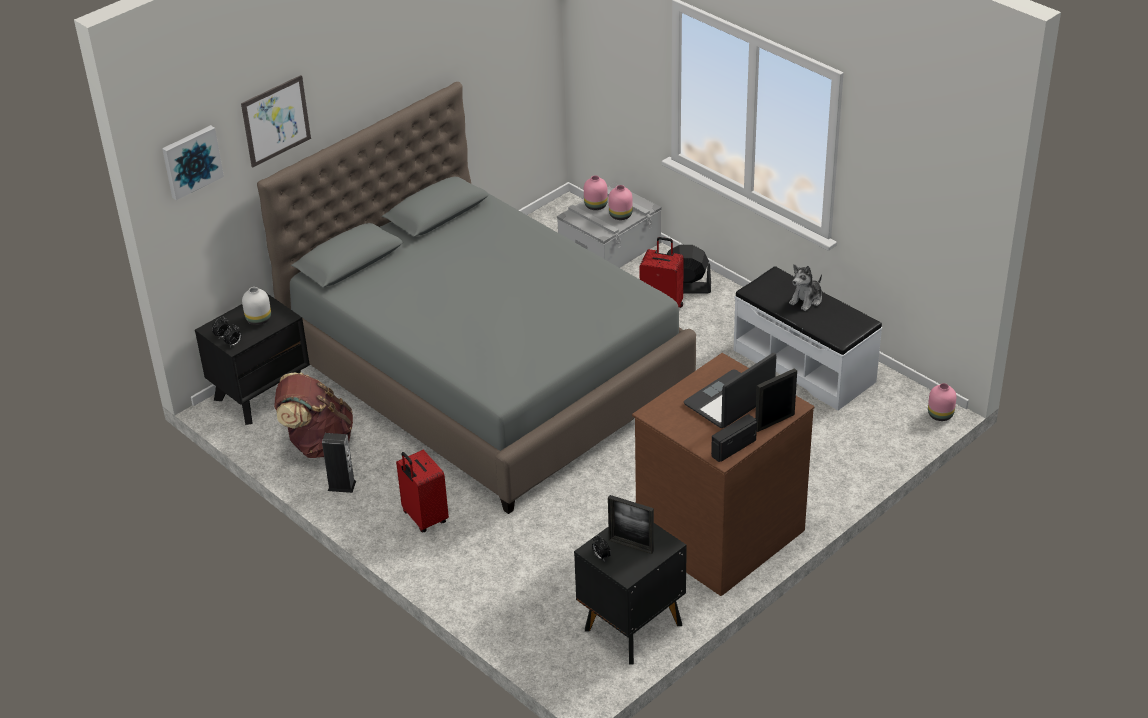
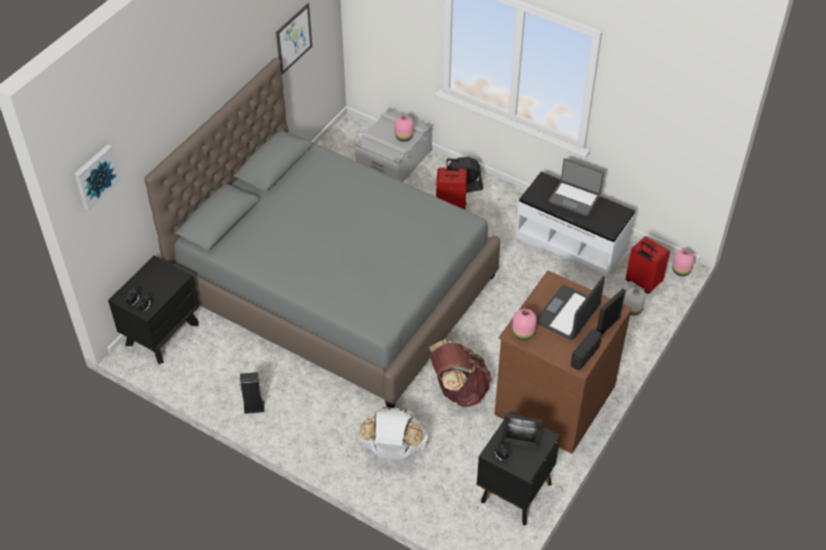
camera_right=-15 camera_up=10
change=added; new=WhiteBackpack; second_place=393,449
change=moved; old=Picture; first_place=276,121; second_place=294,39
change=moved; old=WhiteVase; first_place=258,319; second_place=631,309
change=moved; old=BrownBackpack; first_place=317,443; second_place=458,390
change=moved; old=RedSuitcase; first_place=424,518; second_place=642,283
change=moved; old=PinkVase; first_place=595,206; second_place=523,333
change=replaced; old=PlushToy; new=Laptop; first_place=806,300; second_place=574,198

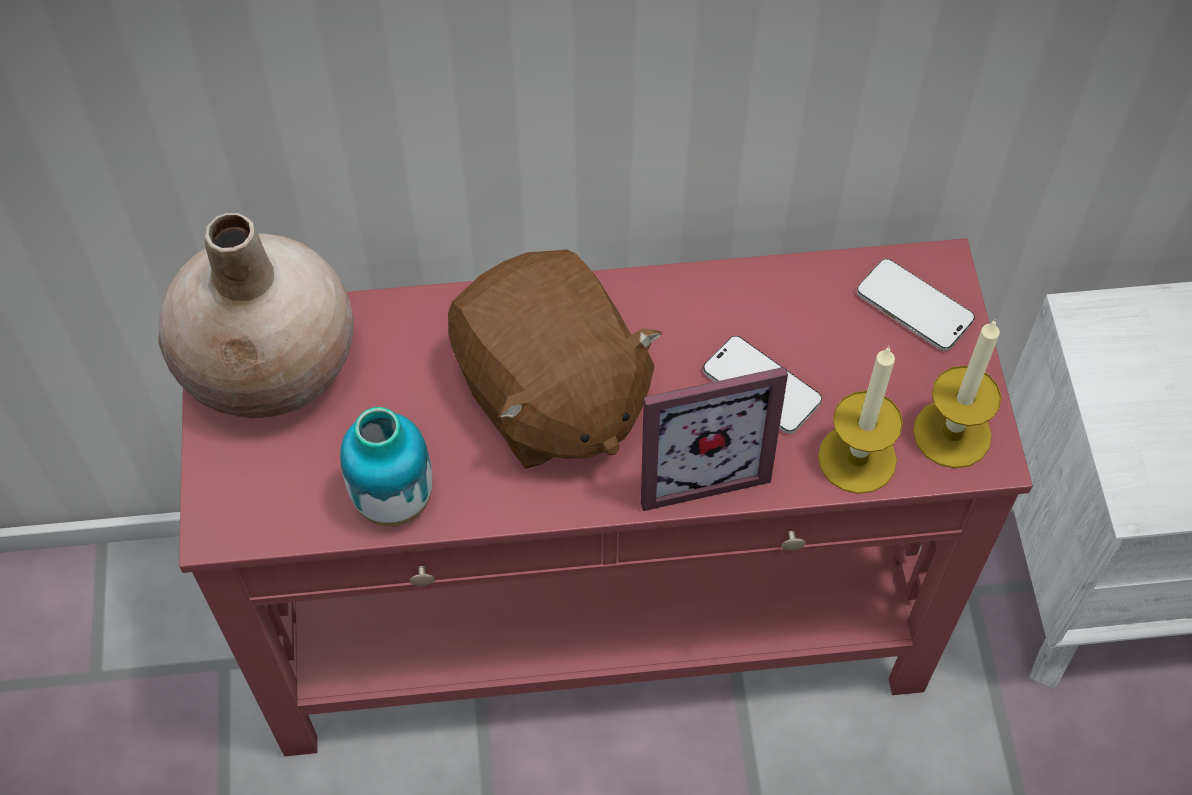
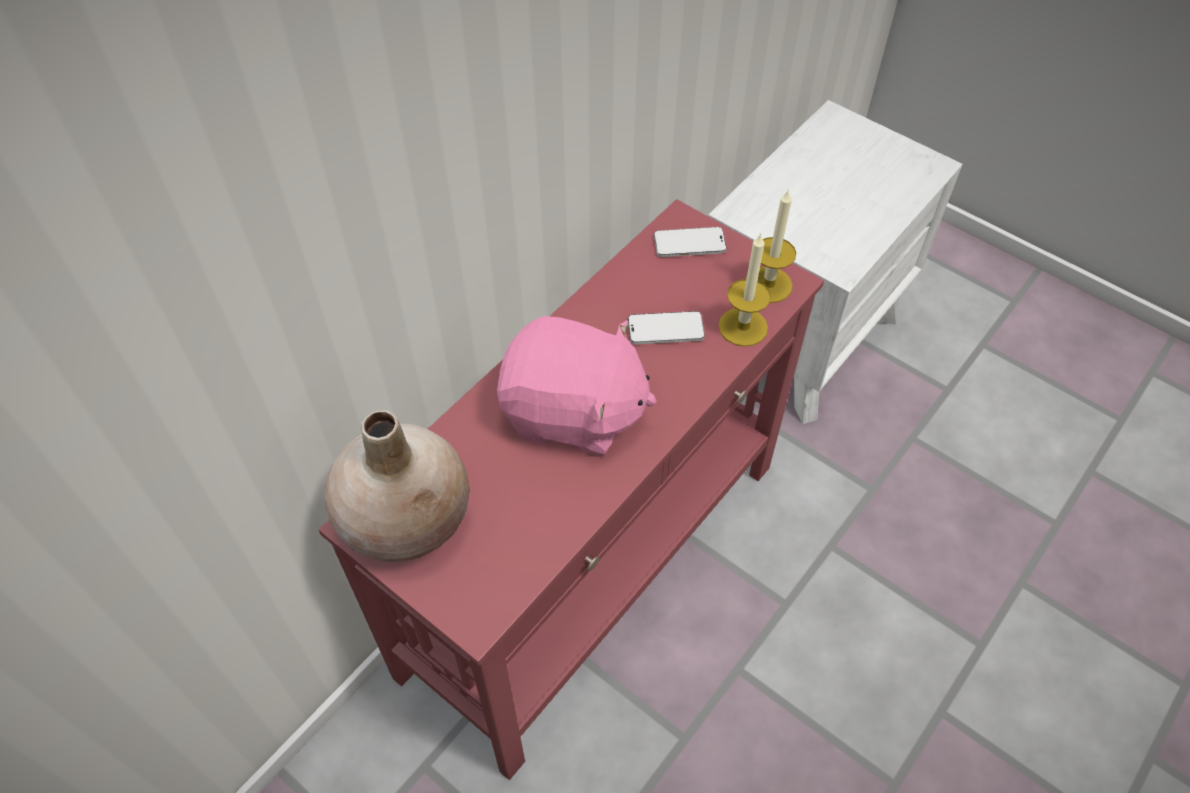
camera_right=-45 camera_up=-5
change=removed; old=Vase; first_place=394,500
change=removed; old=PictureFrame; first_place=696,463
change=recoloured; old=BrownPlushToy; new=PinkPlushToy; first_place=550,396; second_place=573,413

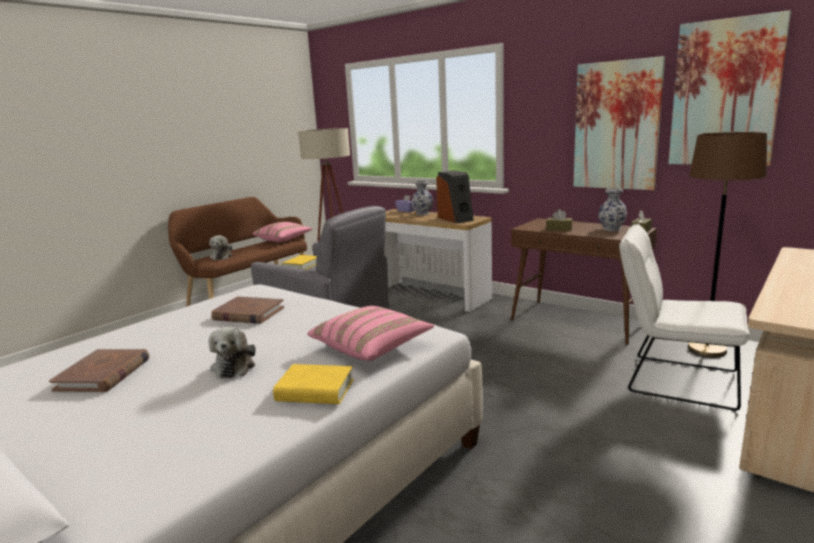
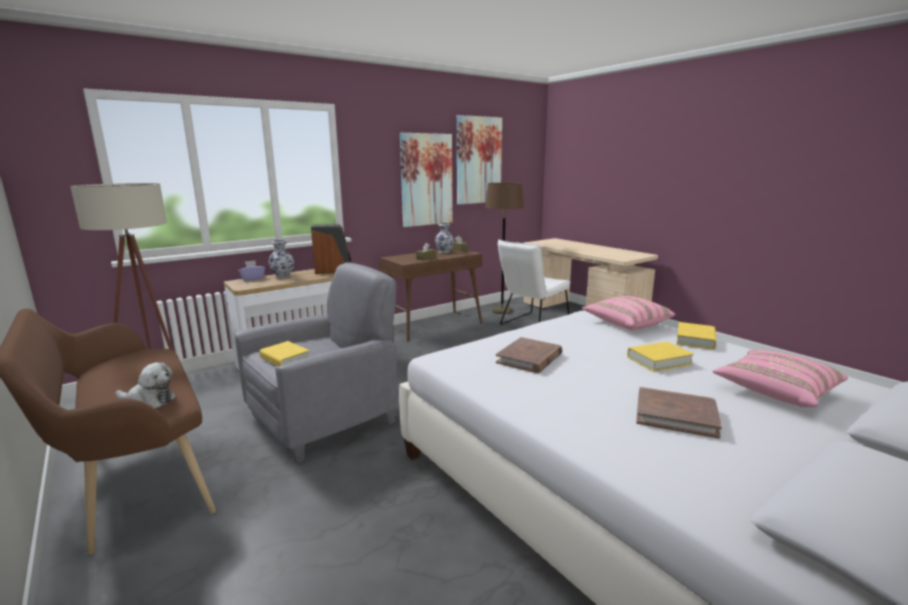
camera_right=-75 camera_up=0
change=moved; old=PinkPillow; first_place=283,240; second_place=775,392
change=replaced; old=PlushToy; new=YellowBook; first_place=234,366; second_place=659,361

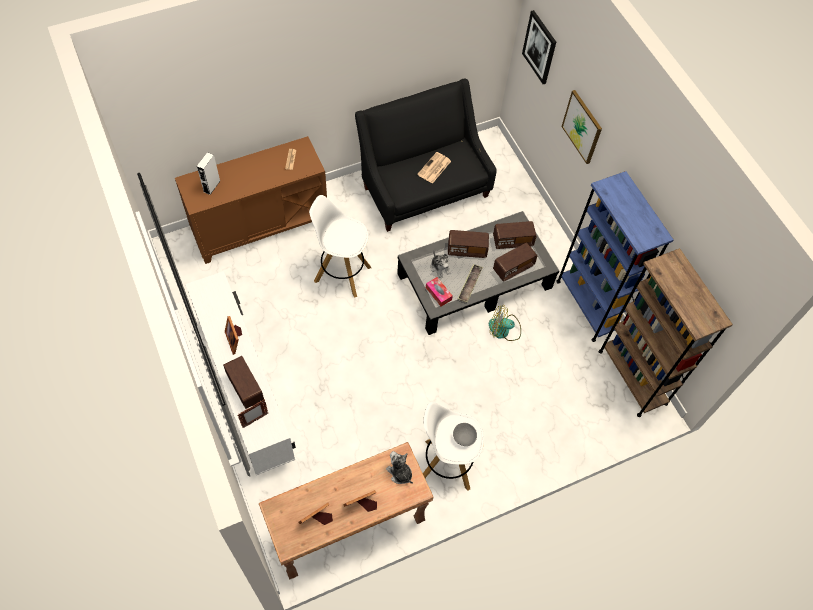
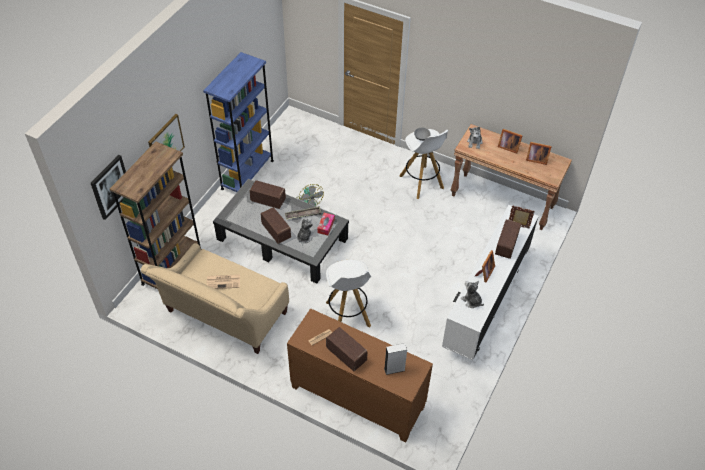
camera_right=-125 camera_up=-10
change=added; new=PlushToy; second_place=471,301
change=moved; old=Radio; first_place=512,241; second_place=346,355
change=moved; old=BrownBookcase; first_place=632,377; second_place=172,267
change=recoloured; old=BlackSofa; new=BeigeSofa; first_place=423,187; second_place=224,316

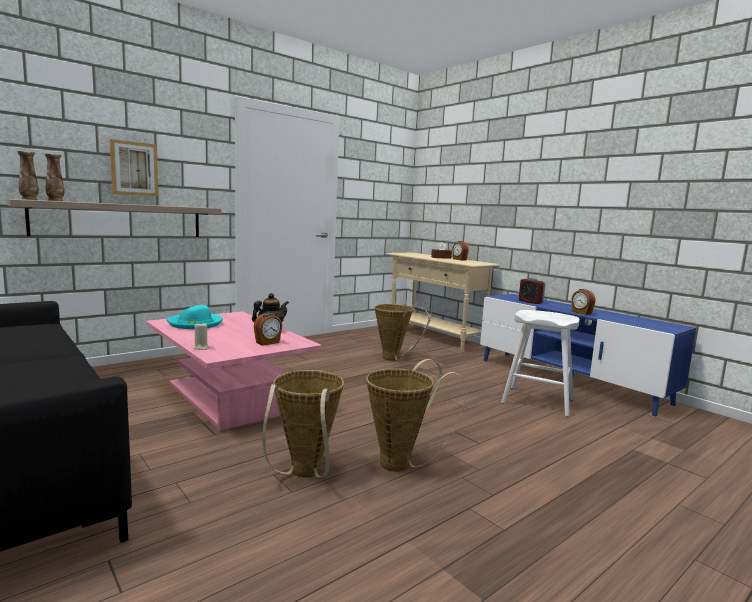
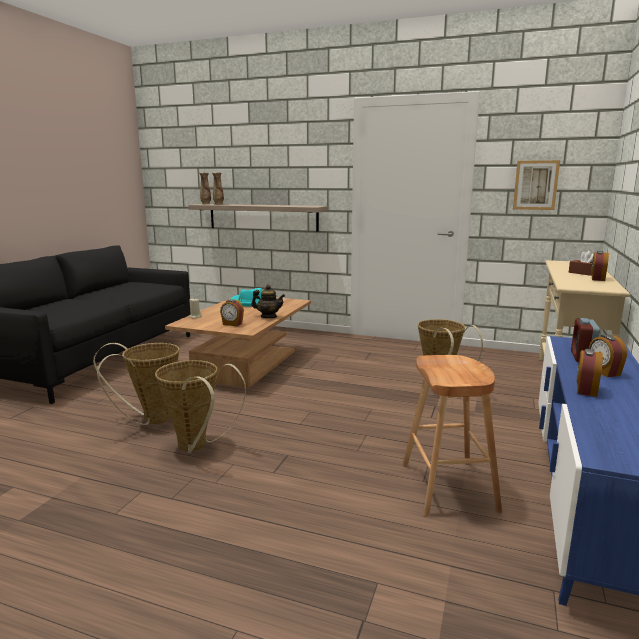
camera_right=60 camera_up=5
change=added; new=AlarmClock; second_place=603,372
change=moved; old=Picture; first_place=134,168; second_place=535,185
change=recoloured; old=PinkCoffeeTable; new=BrownCoffeeTable; first_place=229,397; second_place=246,364
change=recoloured; old=WhiteStool; new=BrownStool; first_place=537,401; second_place=448,486

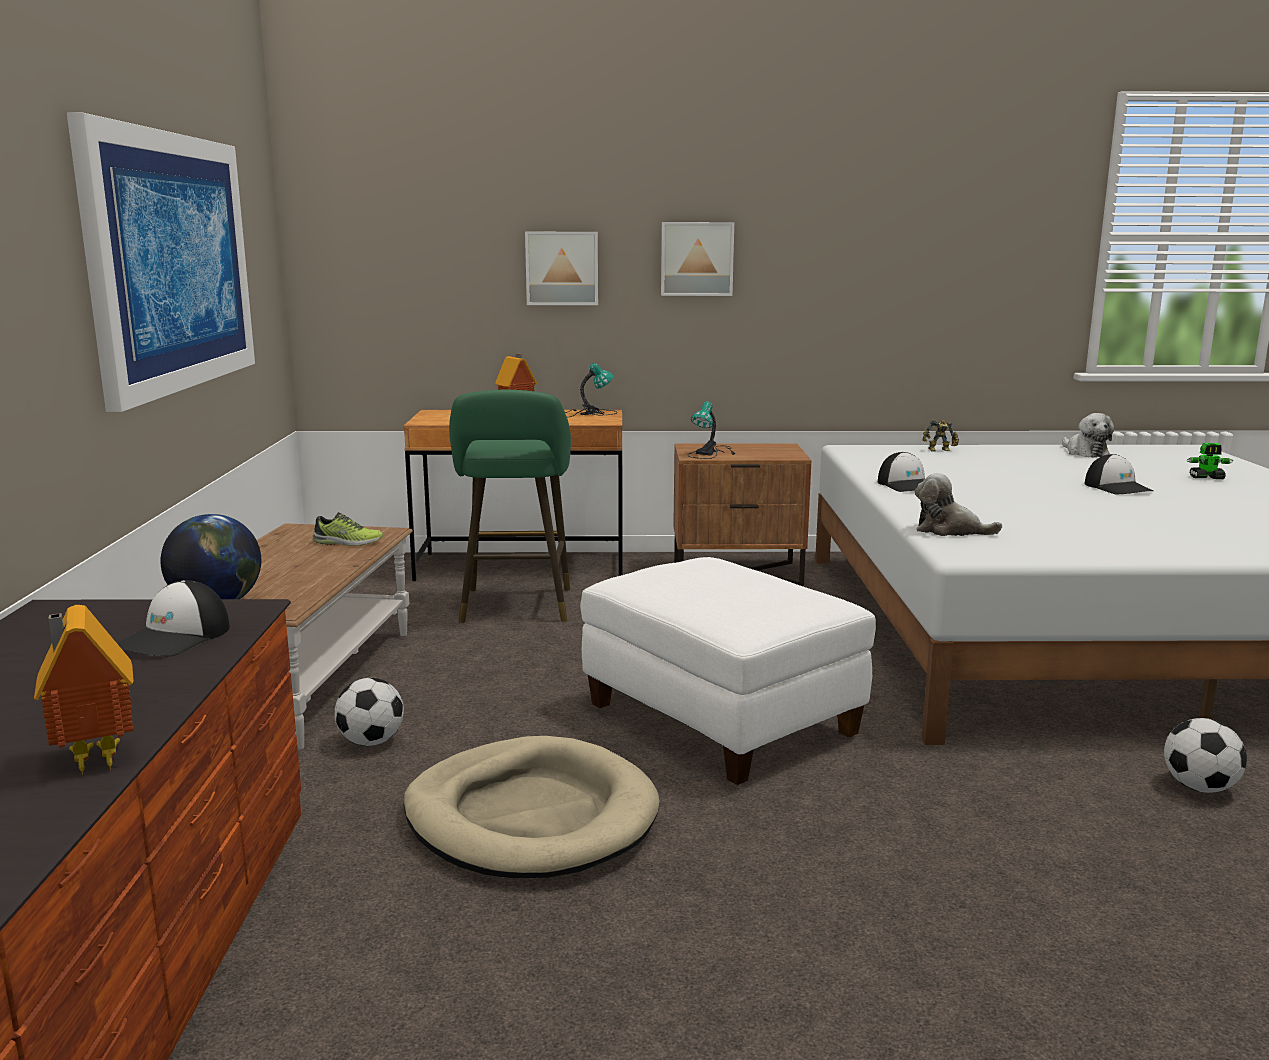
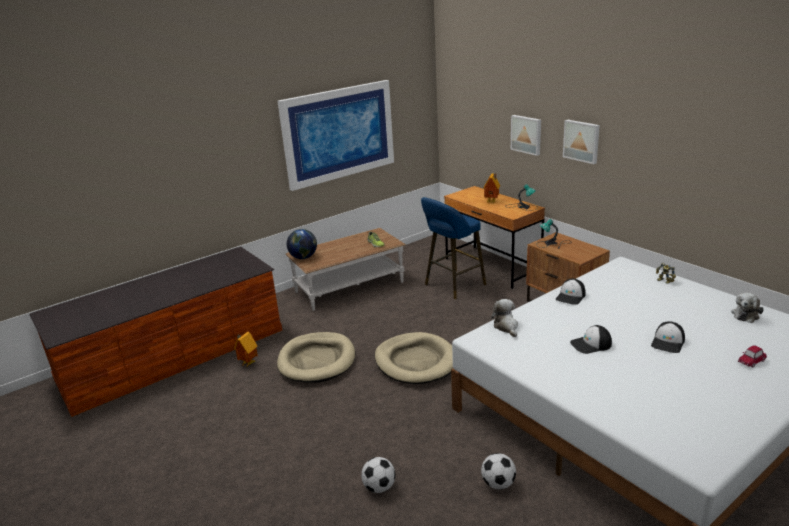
camera_right=55 camera_up=10
change=moved; old=ToyHouse; first_place=91,760; second_place=247,363
change=moved; old=Cap; first_place=175,638; second_place=591,344
change=moved; old=Football; first_place=371,742; second_place=379,487
change=replaced; old=WhiteOttoman; new=BeigeDogBed; first_place=718,720; second_place=416,361
change=replaced; old=ToyRobot; new=ToyCar; first_place=1207,478; second_place=751,361
change=recoloured; old=GreenStool; new=BlueStool; first_place=516,608; second_place=452,285

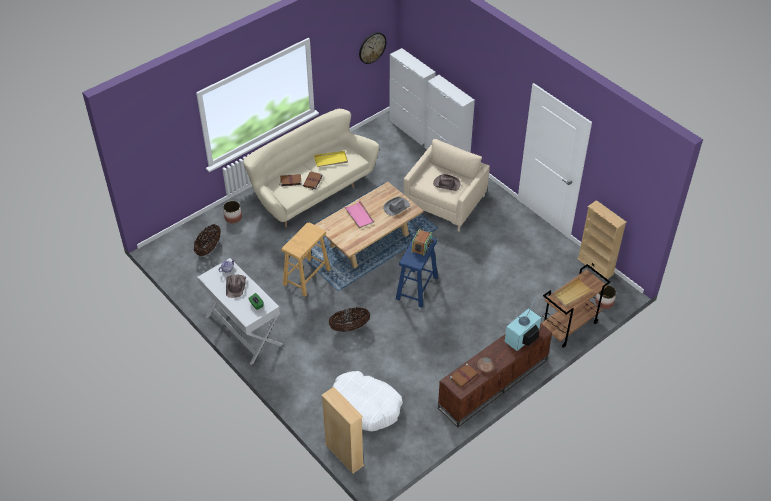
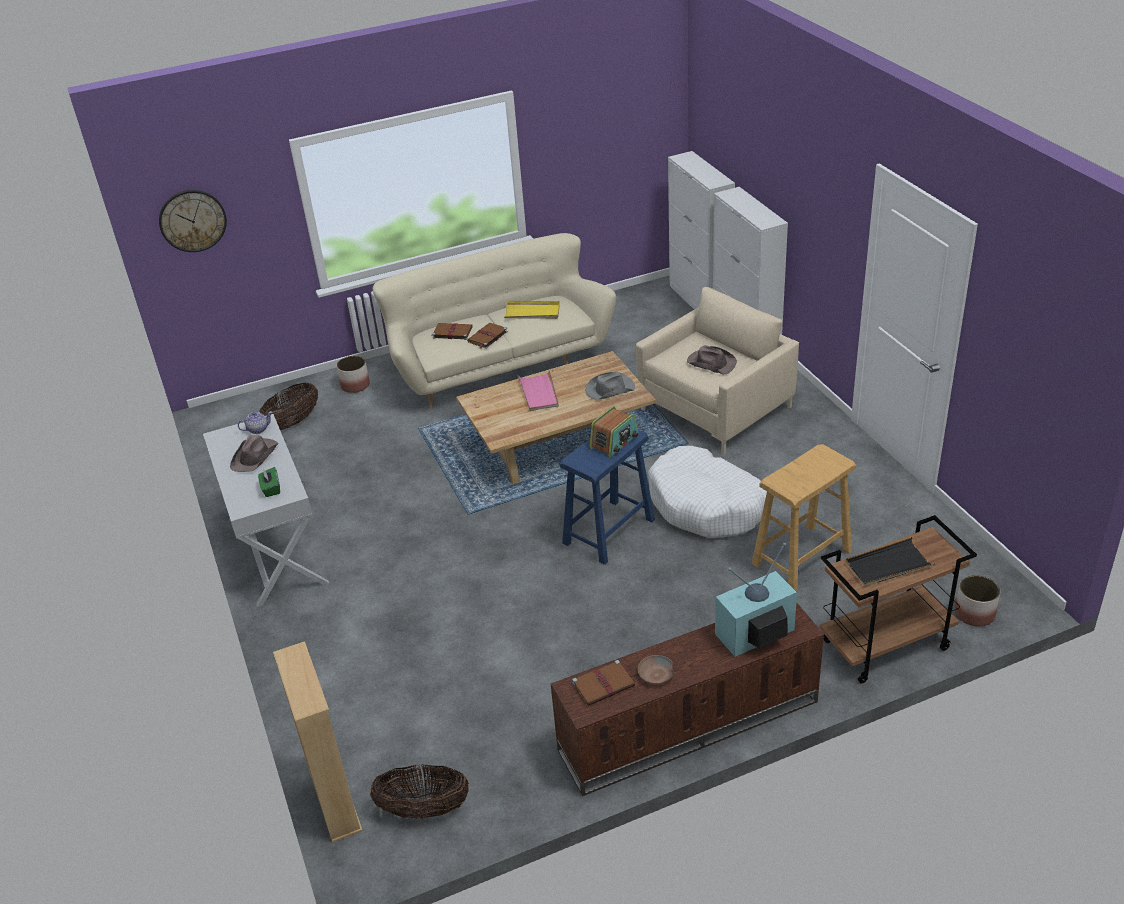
camera_right=20 camera_up=-10
change=removed; old=BeigeBookcase; first_place=595,266
change=moved; old=BeigeStool; first_place=307,277; second_place=802,557
change=moved; old=Basket; first_place=349,327; second_place=424,809
change=moved; old=WhiteDogBed; first_place=365,407; second_place=706,505
change=moved; old=WallClock; first_place=372,47; second_place=192,220
change=recoloured; old=BeigeTray; new=BlackTray; first_place=572,293; second_place=888,565

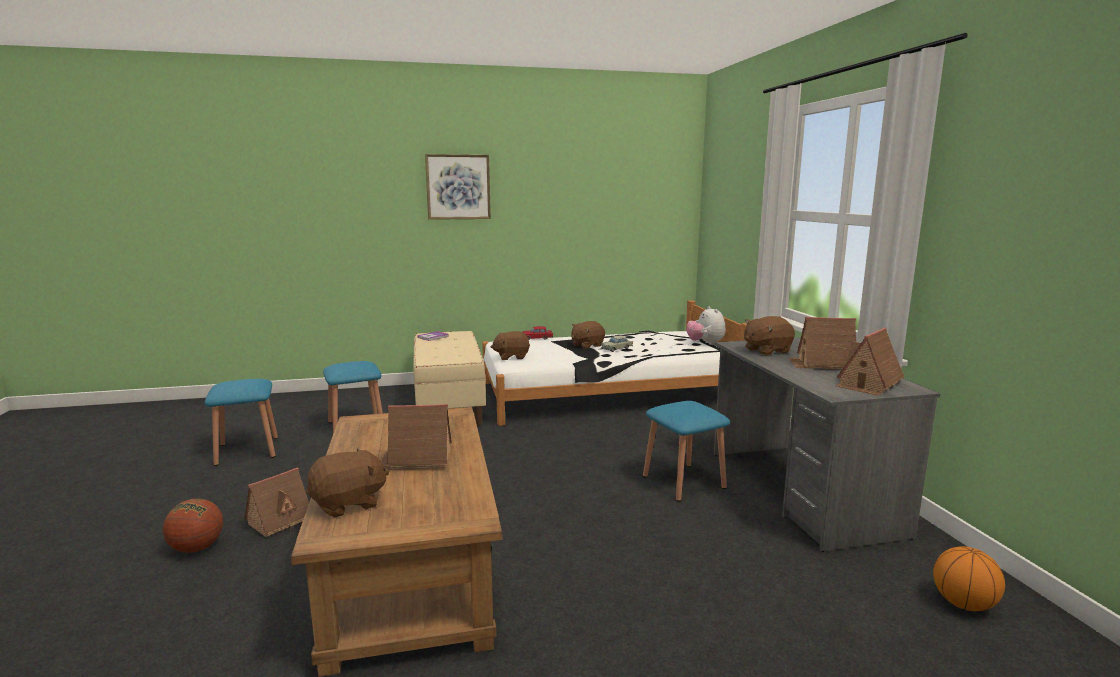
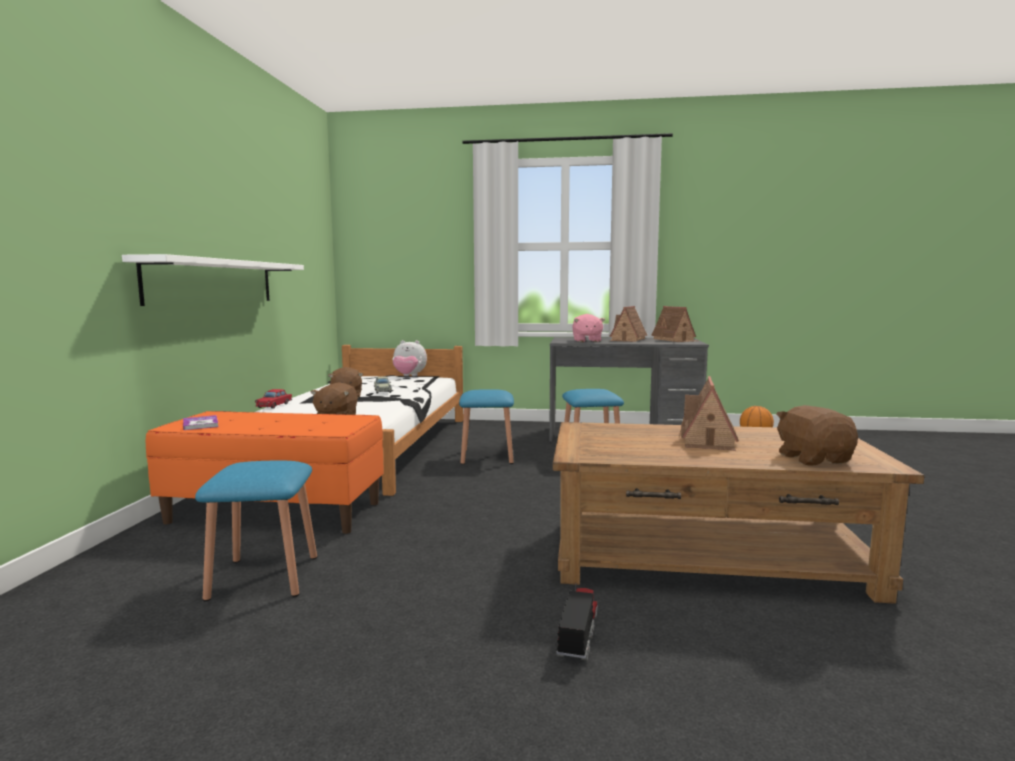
camera_right=-70 camera_up=-5
change=removed; old=Basketball; first_place=197,548
change=removed; old=Picture; first_place=458,187
change=added; new=WhiteShelf; second_place=213,282
change=moved; old=BlueStool; first_place=247,450; second_place=487,456
change=replaced; old=ToyHouse; new=ToyTruck; first_place=283,520; second_place=578,633
change=recoloured; old=BeigeBench; new=OrangeBench; first_place=449,405; second_place=276,512
change=recoloured; old=BrownPlushToy; new=PinkPlushToy; first_place=766,351; second_place=586,341

